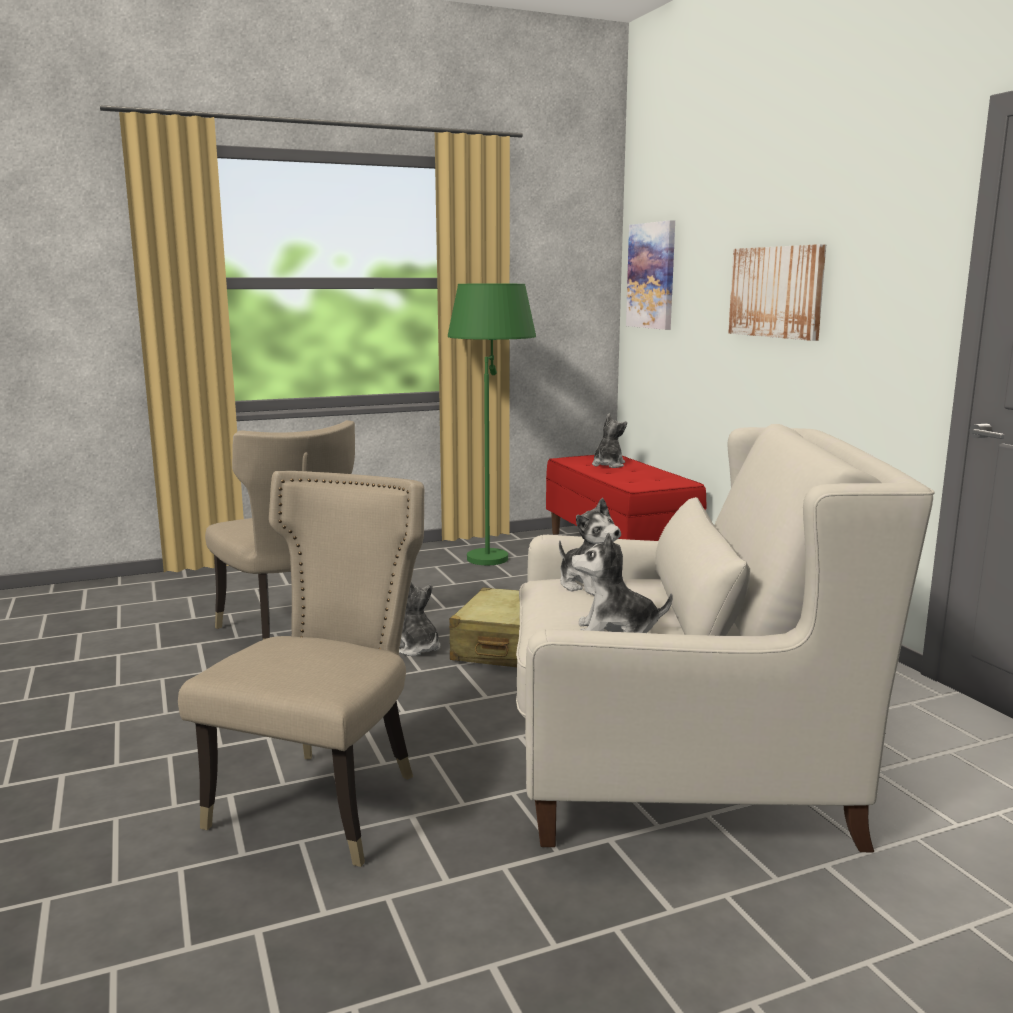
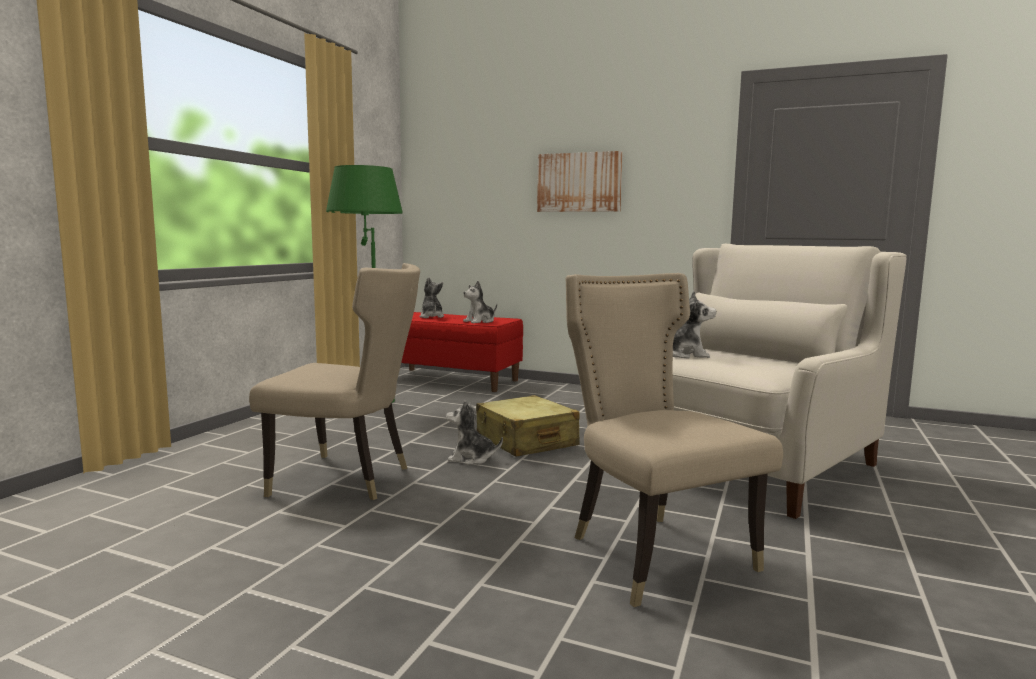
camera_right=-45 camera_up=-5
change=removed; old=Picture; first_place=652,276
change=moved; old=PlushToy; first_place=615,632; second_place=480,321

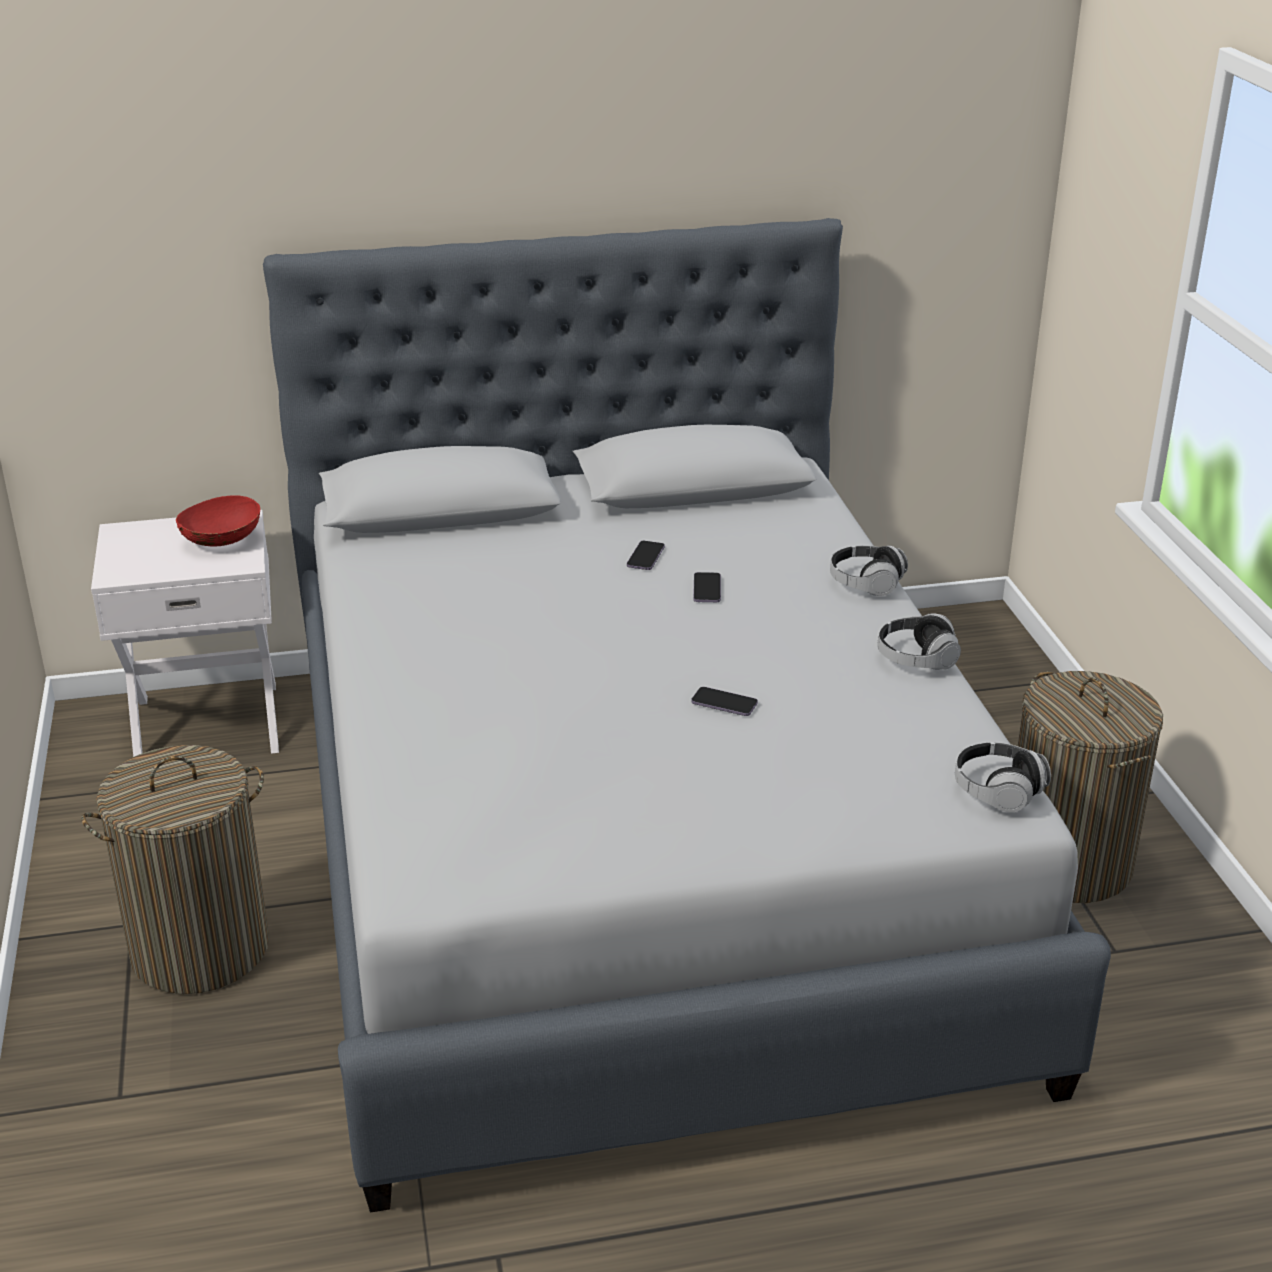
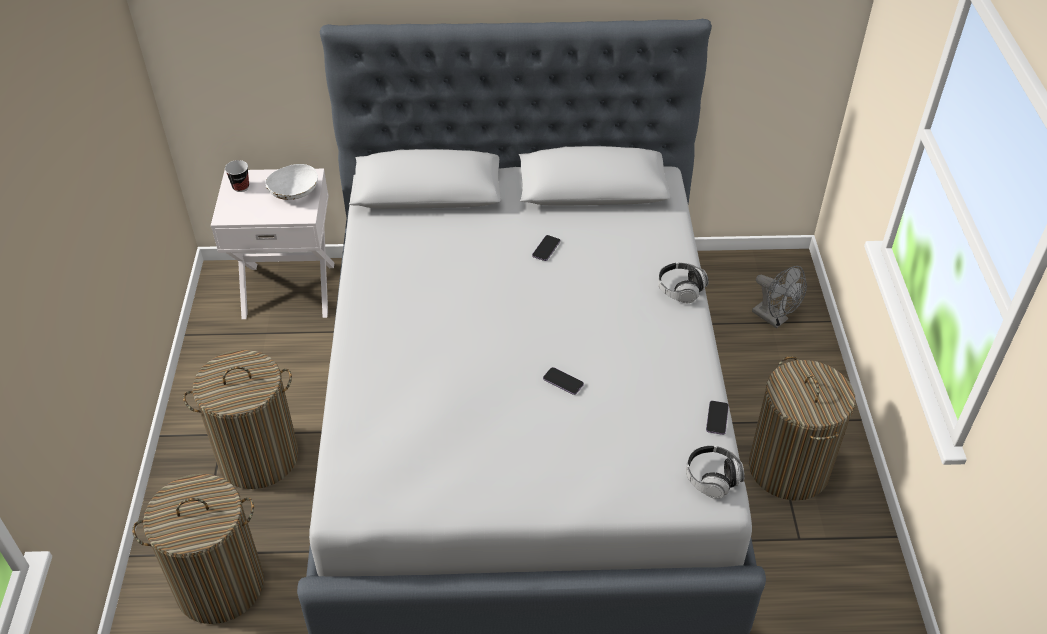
camera_right=10 camera_up=15
change=removed; old=Headphones; first_place=916,659
change=added; new=LaundryBasket; second_place=219,585
change=added; new=Cup; second_place=241,187
change=added; new=GreyFan; second_place=774,319
change=moved; old=Phone; first_place=707,589; second_place=717,418
change=recoloured; old=RedBowl; new=WhiteBowl; first_place=222,542; second_place=294,194

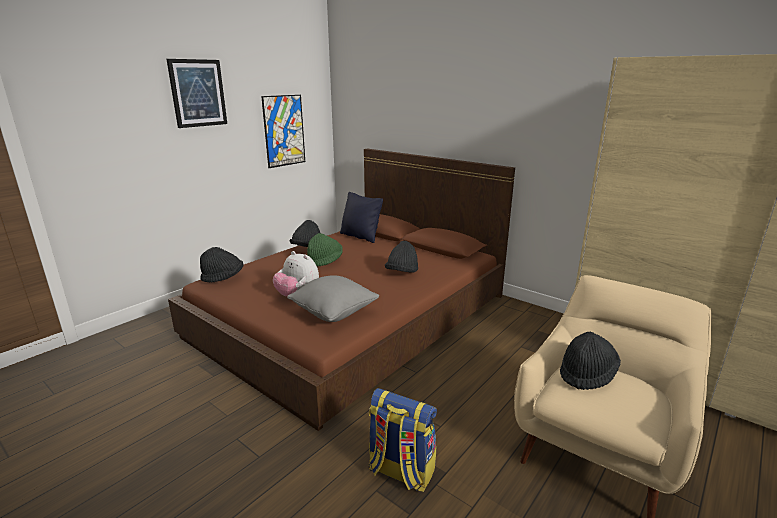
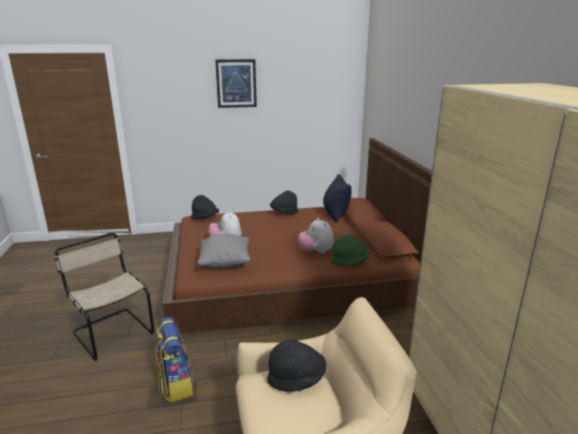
camera_right=40 camera_up=0
change=removed; old=Picture; first_place=284,131
change=added; new=BeigeChair; second_place=112,332
change=moved; old=GreenHat; first_place=325,261; second_place=350,262
change=replaced; old=BlackHat; new=PlushToy; first_place=402,272; second_place=316,252

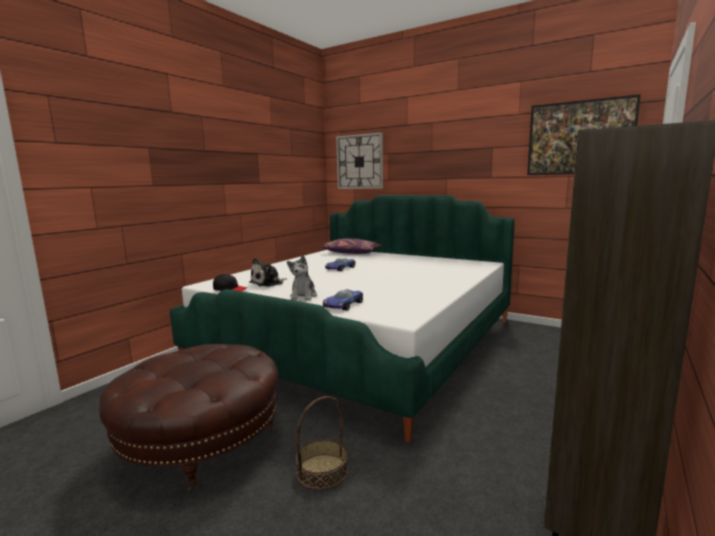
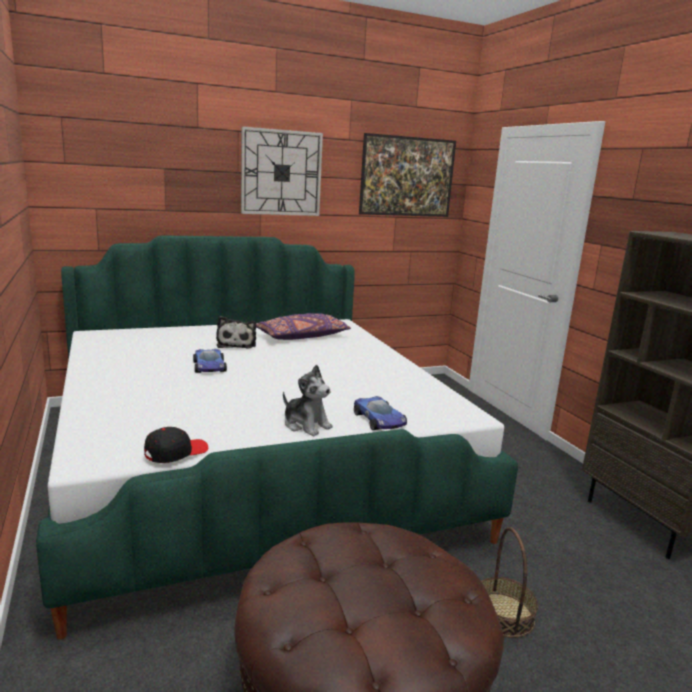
camera_right=-55 camera_up=5
change=moved; old=PlushToy; first_place=268,283; second_place=237,344
change=moved; old=PurplePillow; first_place=351,253; second_place=302,337
change=moved; old=WallClock; first_place=359,161; second_place=281,173

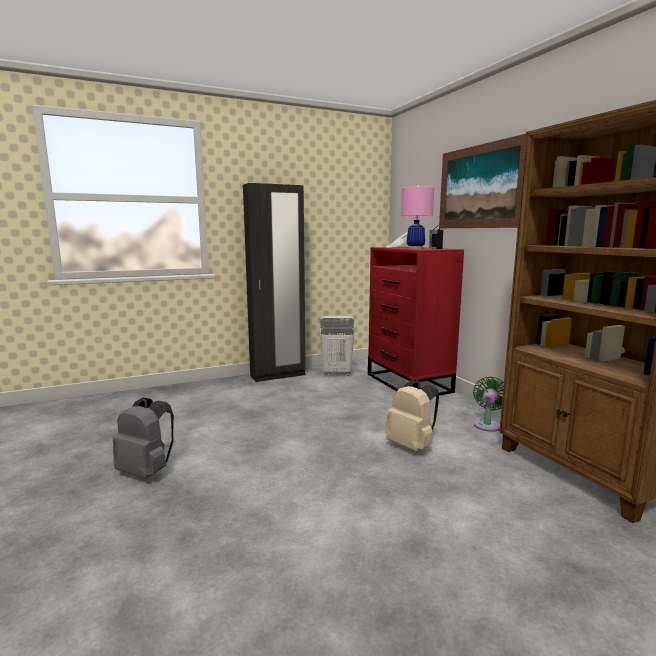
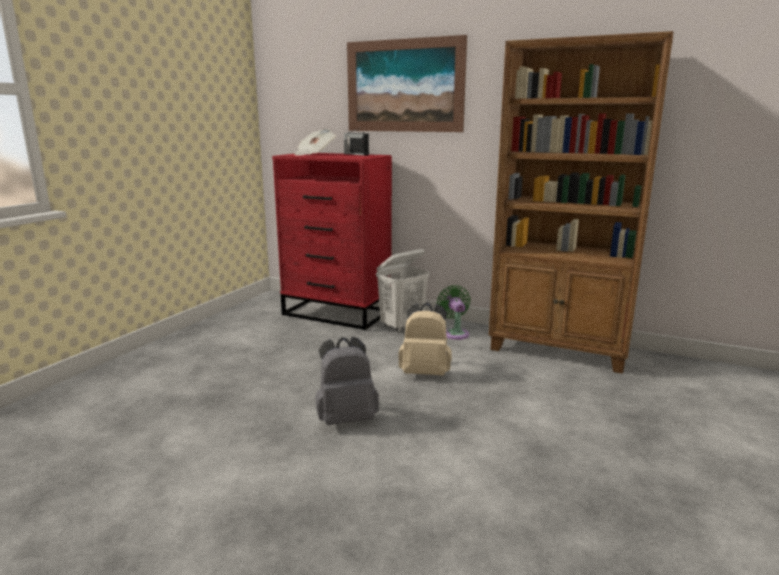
camera_right=-40 camera_up=5
change=removed; old=BlackWardrobe; first_place=278,375
change=removed; old=PinkTableLamp; first_place=415,249
change=moved; old=GreyBackpack; first_place=147,471; second_place=346,418
change=moved; old=WhiteLaundryBasket; first_place=337,373; second_place=402,326

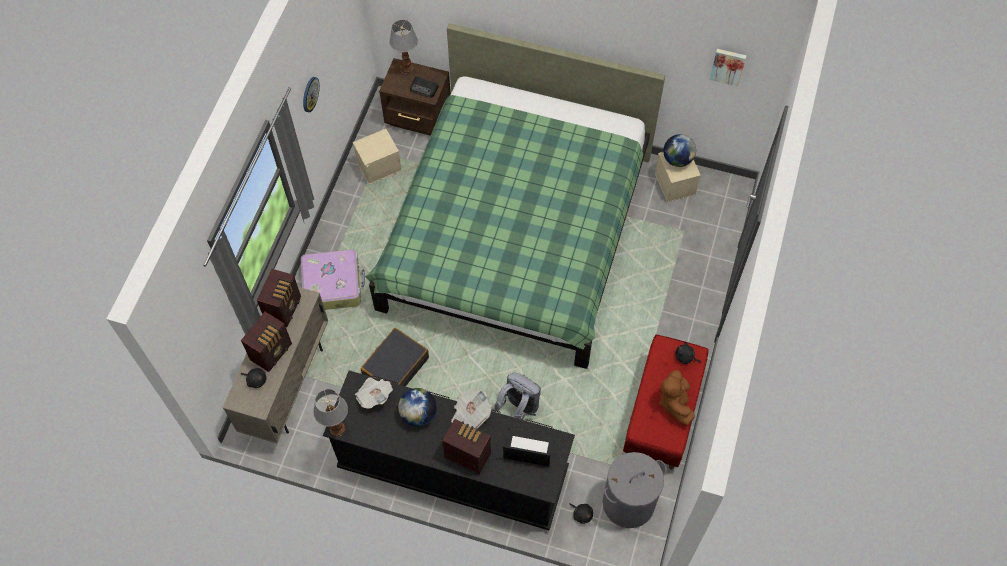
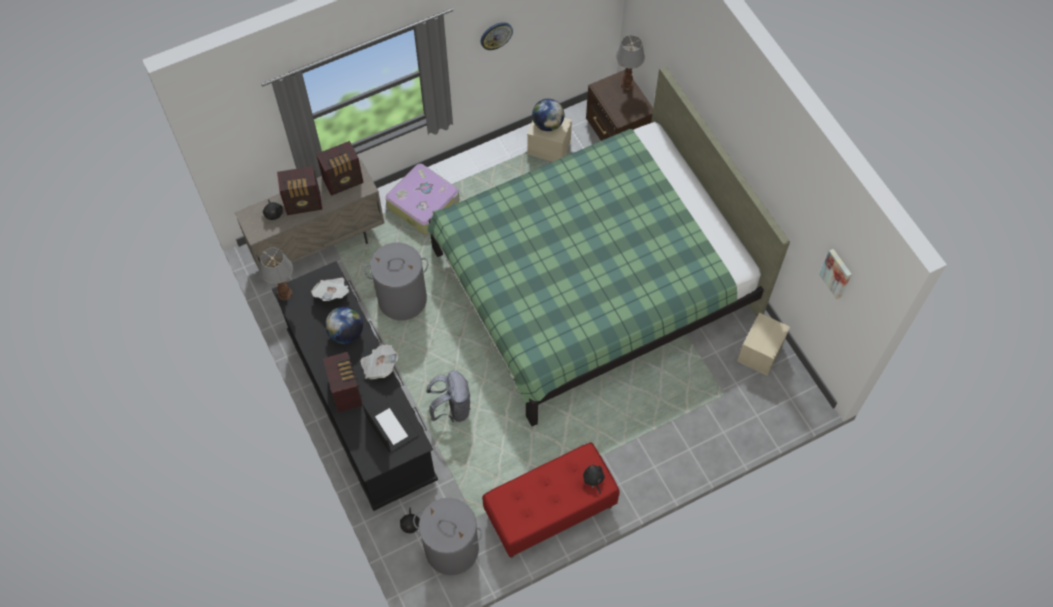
camera_right=45 camera_up=0
change=removed; old=Radio; first_place=424,88
change=removed; old=BrownPlushToy; first_place=675,402
change=moved; old=Globe; first_place=677,159; second_place=548,124
change=replaced; old=BlackSuitcase; new=GreyLaundryBasket; first_place=395,366; second_place=402,299

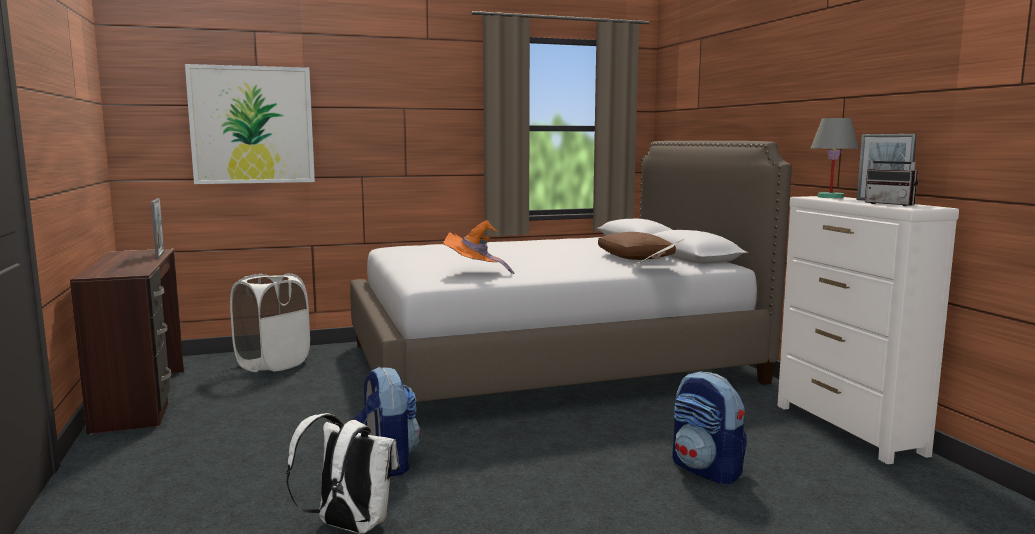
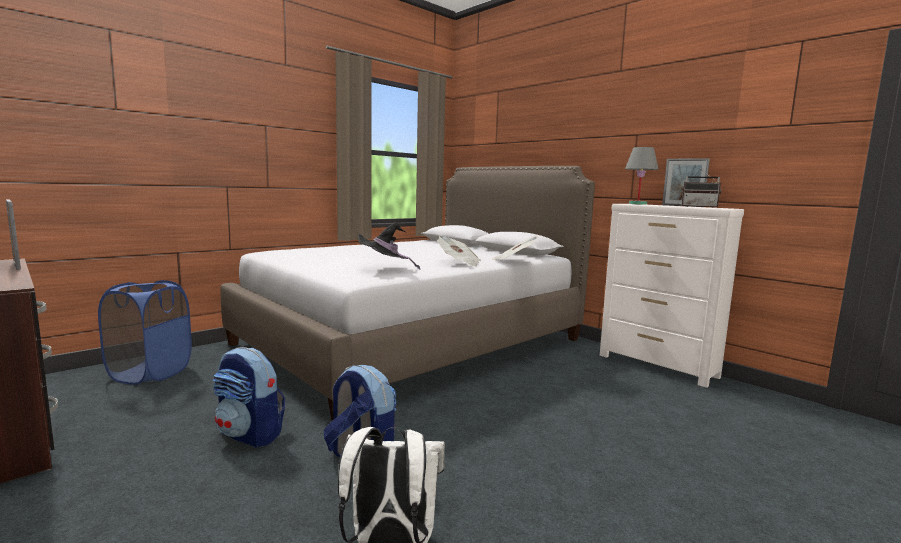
camera_right=-25 camera_up=0
change=removed; old=Picture; first_place=252,125
change=removed; old=BrownPillow; first_place=635,257
change=added; new=Newspaper; second_place=459,263
change=moved; old=Backpack; first_place=707,470; second_place=250,435
change=recoloured; old=WhiteLaundryBasket; new=BlueLaundryBasket; first_place=273,364; second_place=150,373
change=recoloured; old=OrangeHat; new=BlackHat; first_place=475,273; second_place=385,269

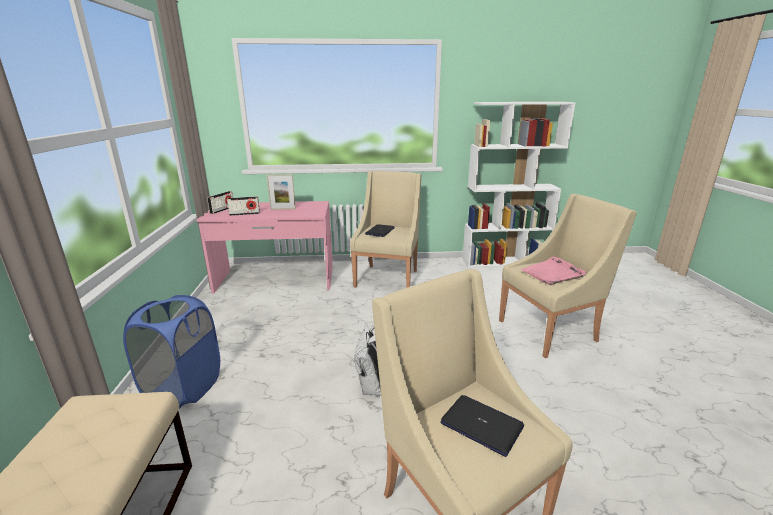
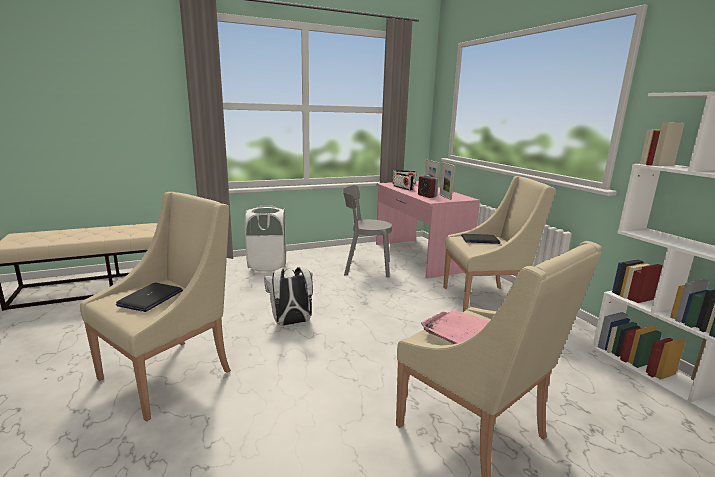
camera_right=70 camera_up=-5
change=added; new=GreyChair; second_place=364,267
change=added; new=AlarmClock; second_place=427,196
change=added; new=PictureFrame; second_place=445,197
change=recoloured; old=BlueLaundryBasket; new=WhiteLaundryBasket; first_place=184,388; second_place=267,265

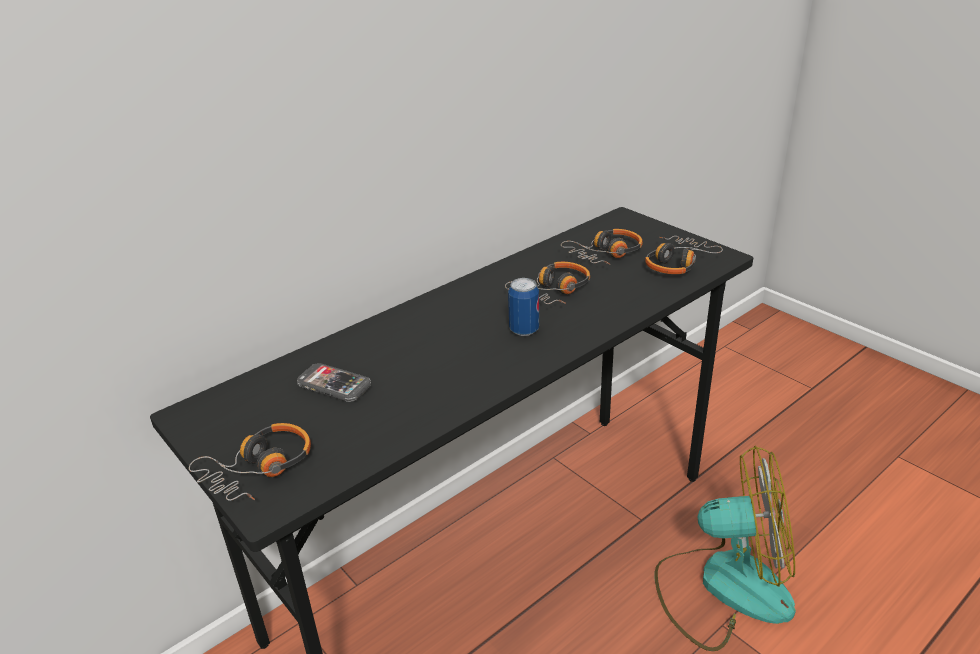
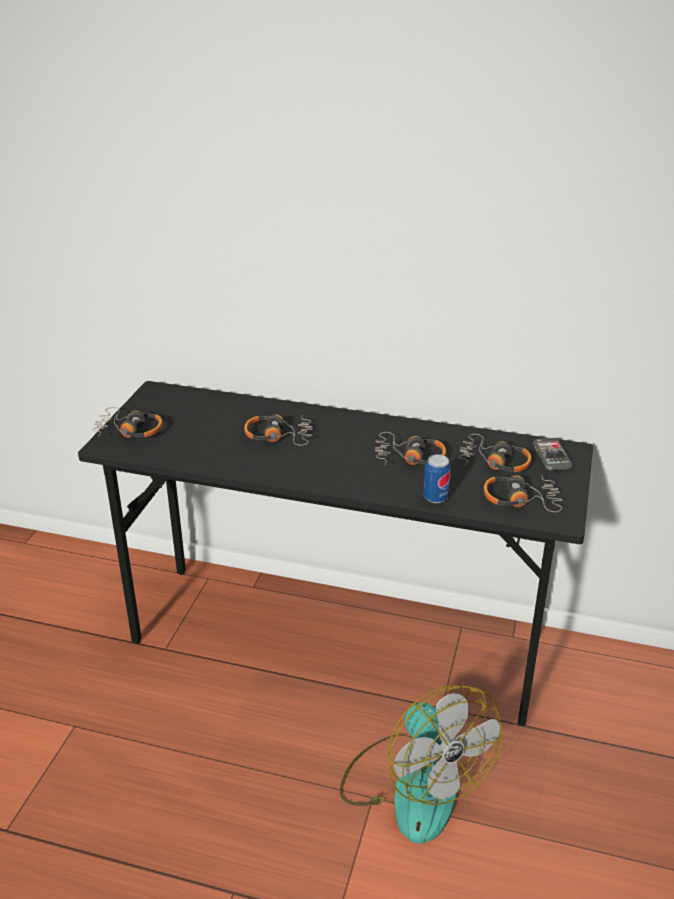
camera_right=55 camera_up=0
change=added; new=Headphones; second_place=279,436
change=moved; old=Phone; first_place=334,384; second_place=552,456
change=moved; old=Can; first_place=524,330; second_place=435,498

